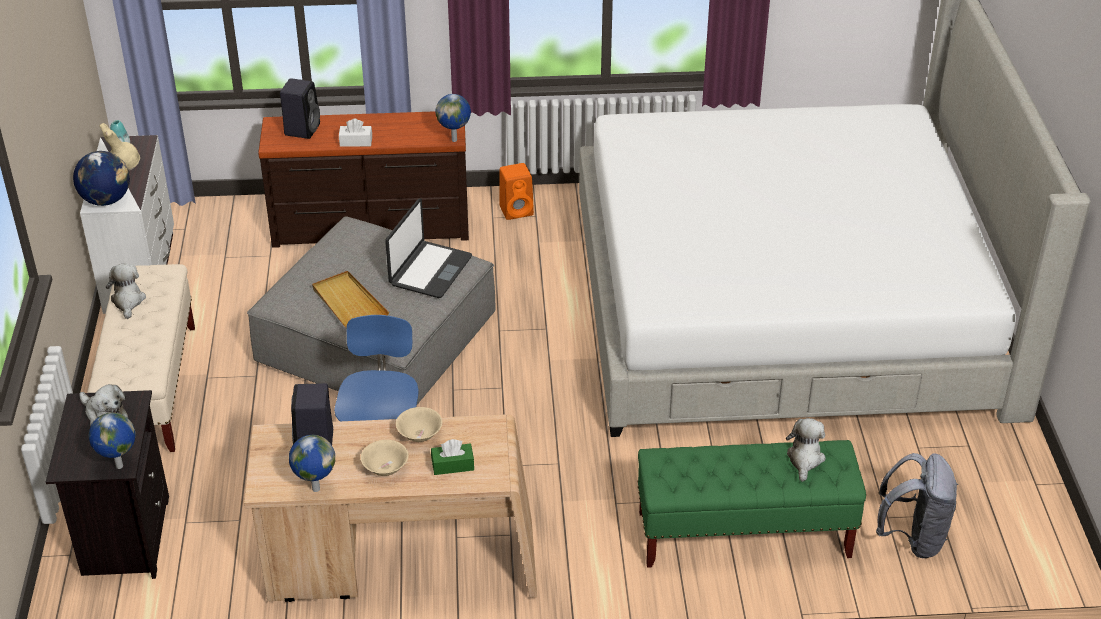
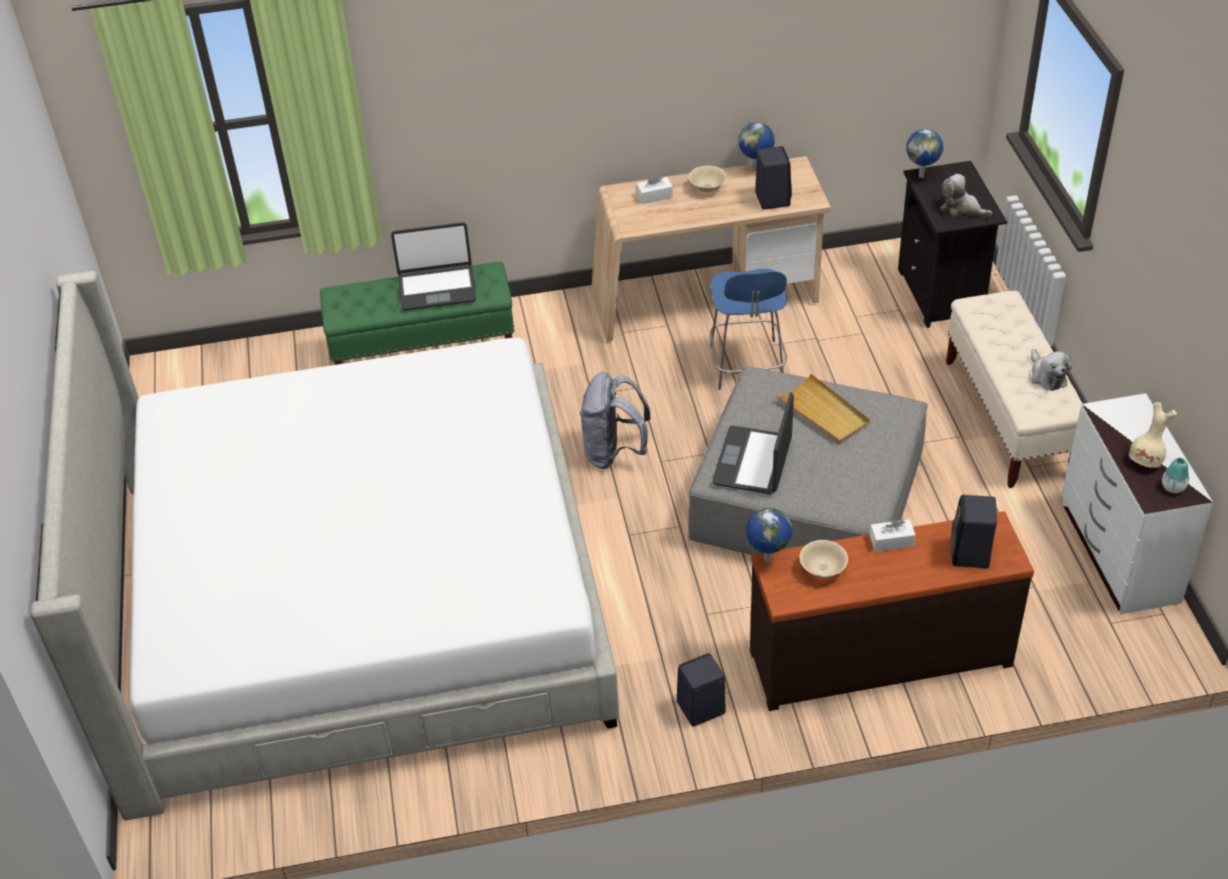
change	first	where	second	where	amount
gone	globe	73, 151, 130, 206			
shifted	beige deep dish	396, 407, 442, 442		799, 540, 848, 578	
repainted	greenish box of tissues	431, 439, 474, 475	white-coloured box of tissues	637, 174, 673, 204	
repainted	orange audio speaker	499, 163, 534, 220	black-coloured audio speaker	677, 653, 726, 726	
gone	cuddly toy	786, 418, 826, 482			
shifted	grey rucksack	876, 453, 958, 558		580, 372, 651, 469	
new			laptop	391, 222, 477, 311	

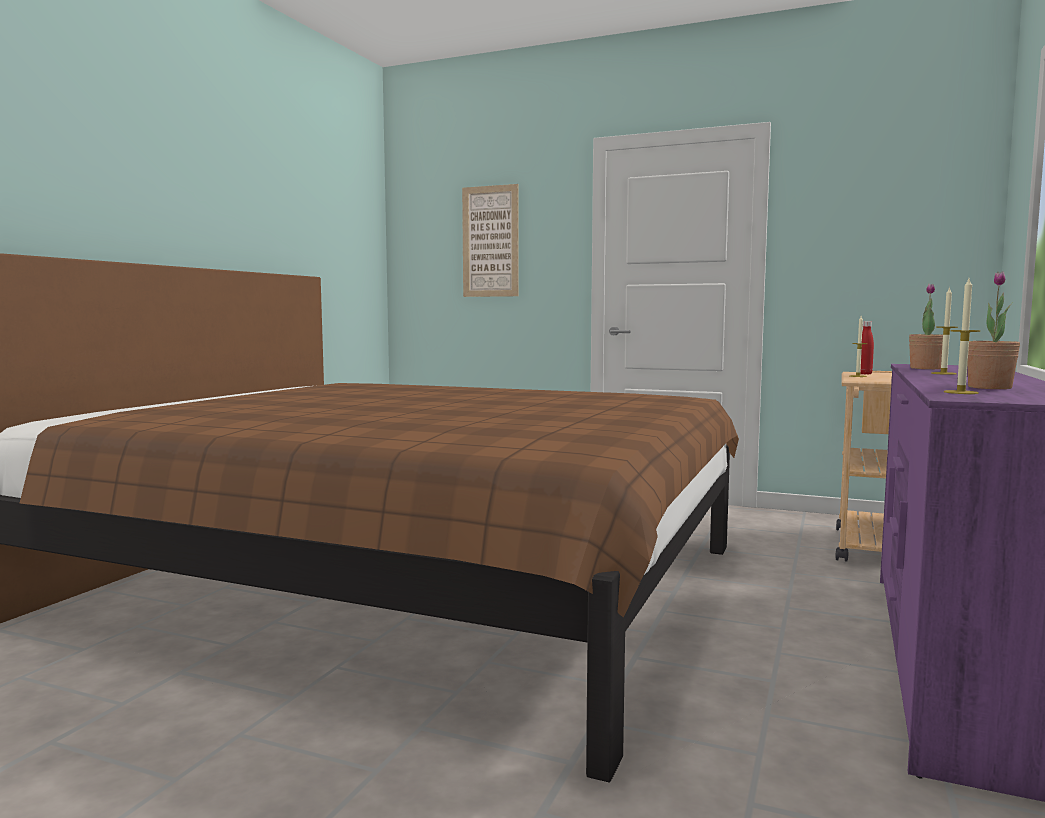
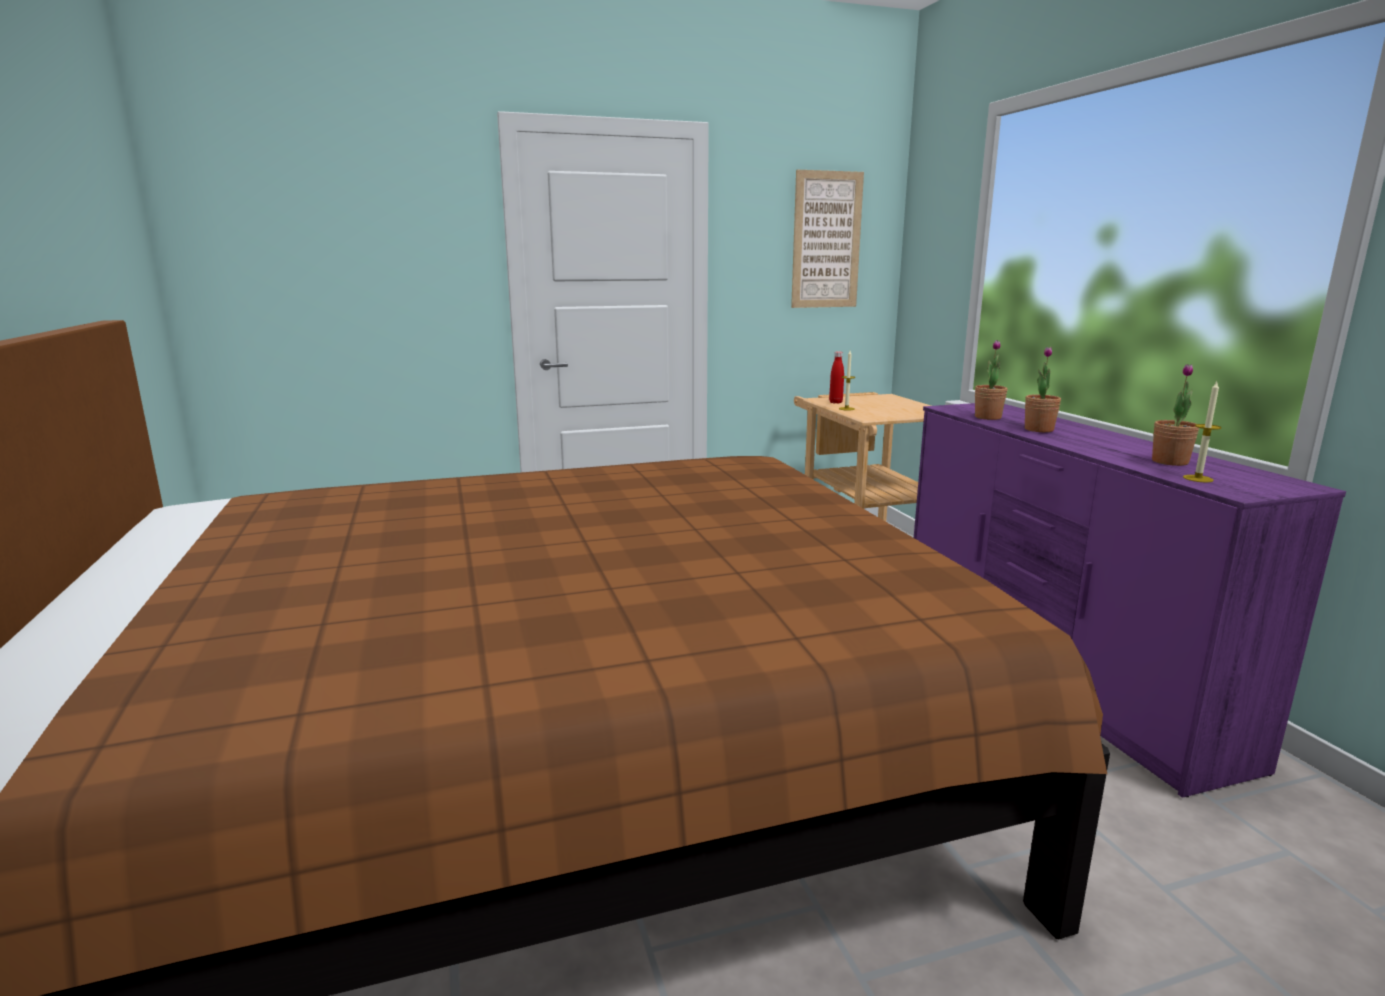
change	first	where	second	where	amount
shifted	wall picture	462, 184, 519, 297		791, 170, 864, 308	
swapped	wax candle	931, 287, 958, 375	plant in a pot	1025, 346, 1061, 432	

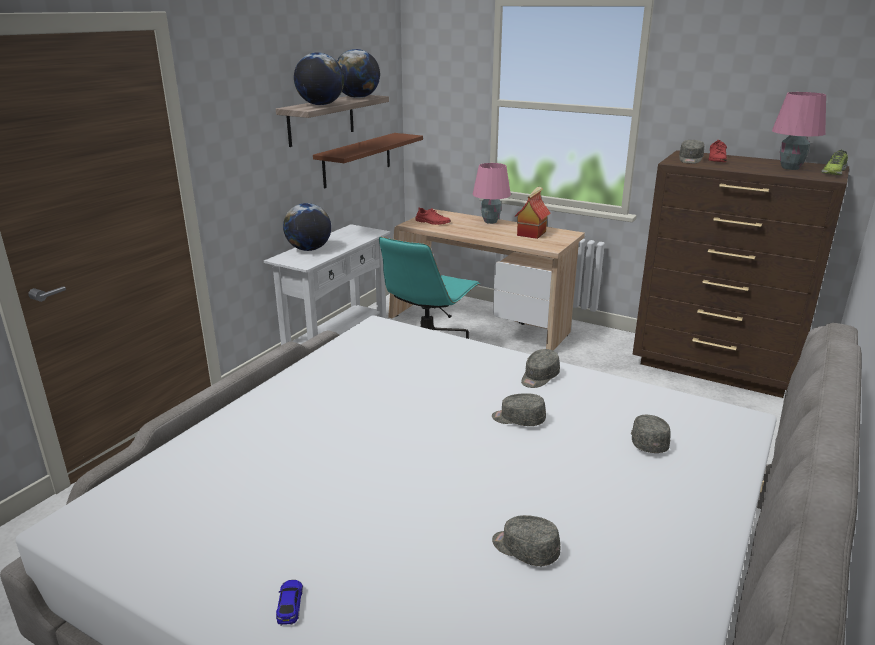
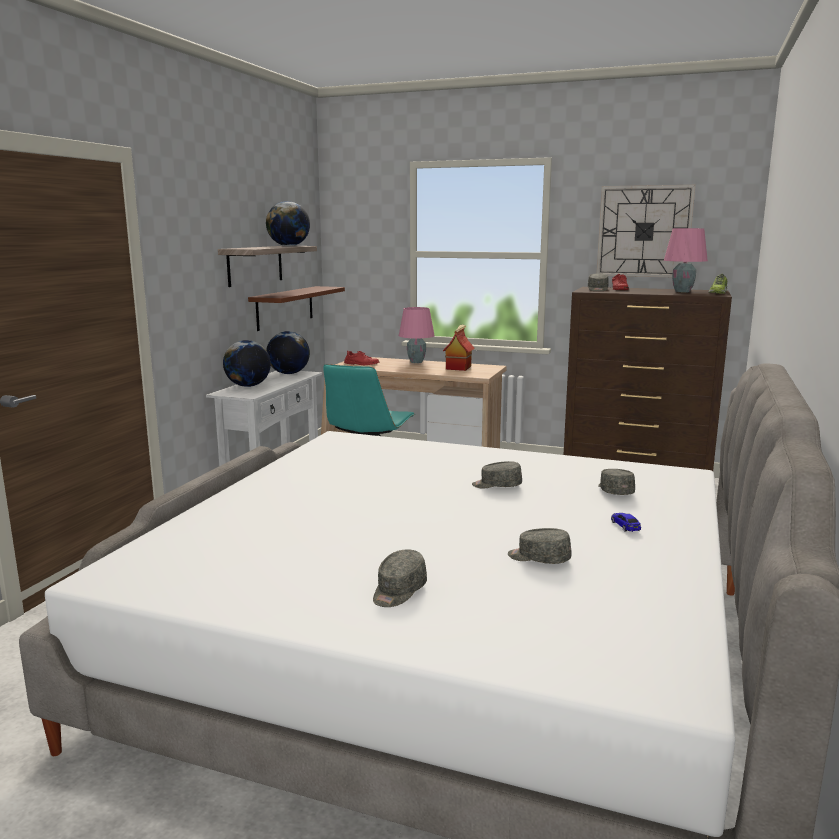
change	first	where	second	where	amount
shifted	miniature car	276, 580, 303, 626		611, 513, 641, 532	
shifted	globe	294, 52, 344, 105		266, 331, 310, 374	
shifted	grey peaked cap	521, 349, 560, 388		373, 549, 427, 607	
new			wall clock	597, 185, 696, 277	

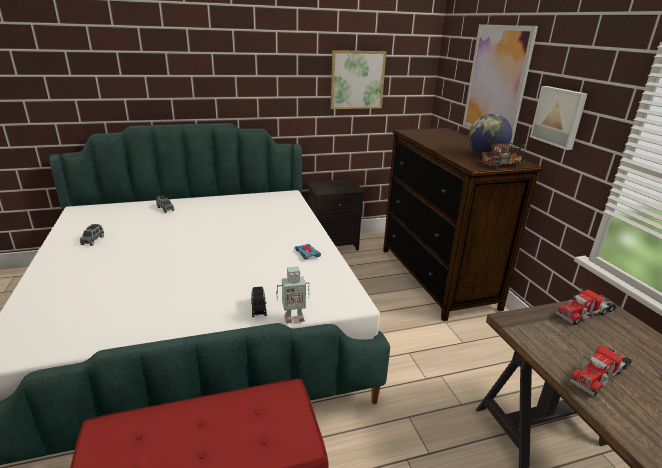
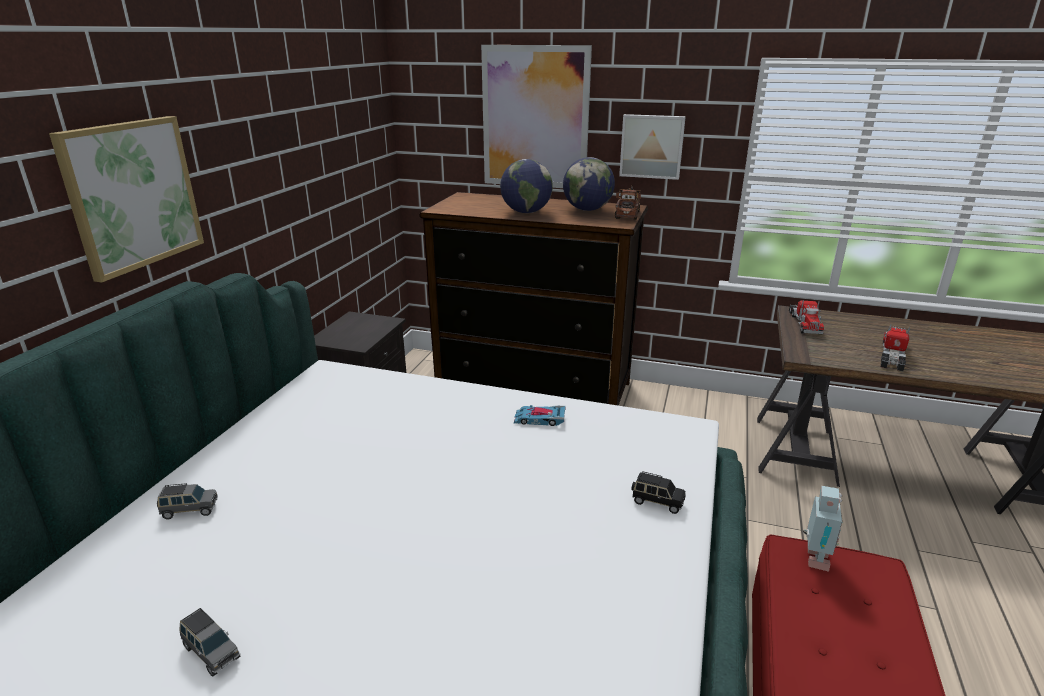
change	first	where	second	where	amount
shifted	robot figure	276, 267, 310, 324		803, 486, 843, 572	
shifted	wall picture	331, 50, 386, 109		49, 116, 204, 282	
rotated	toy lorry	570, 346, 632, 396		881, 324, 910, 371	150 degrees counterclockwise
new			globe	500, 159, 553, 213	

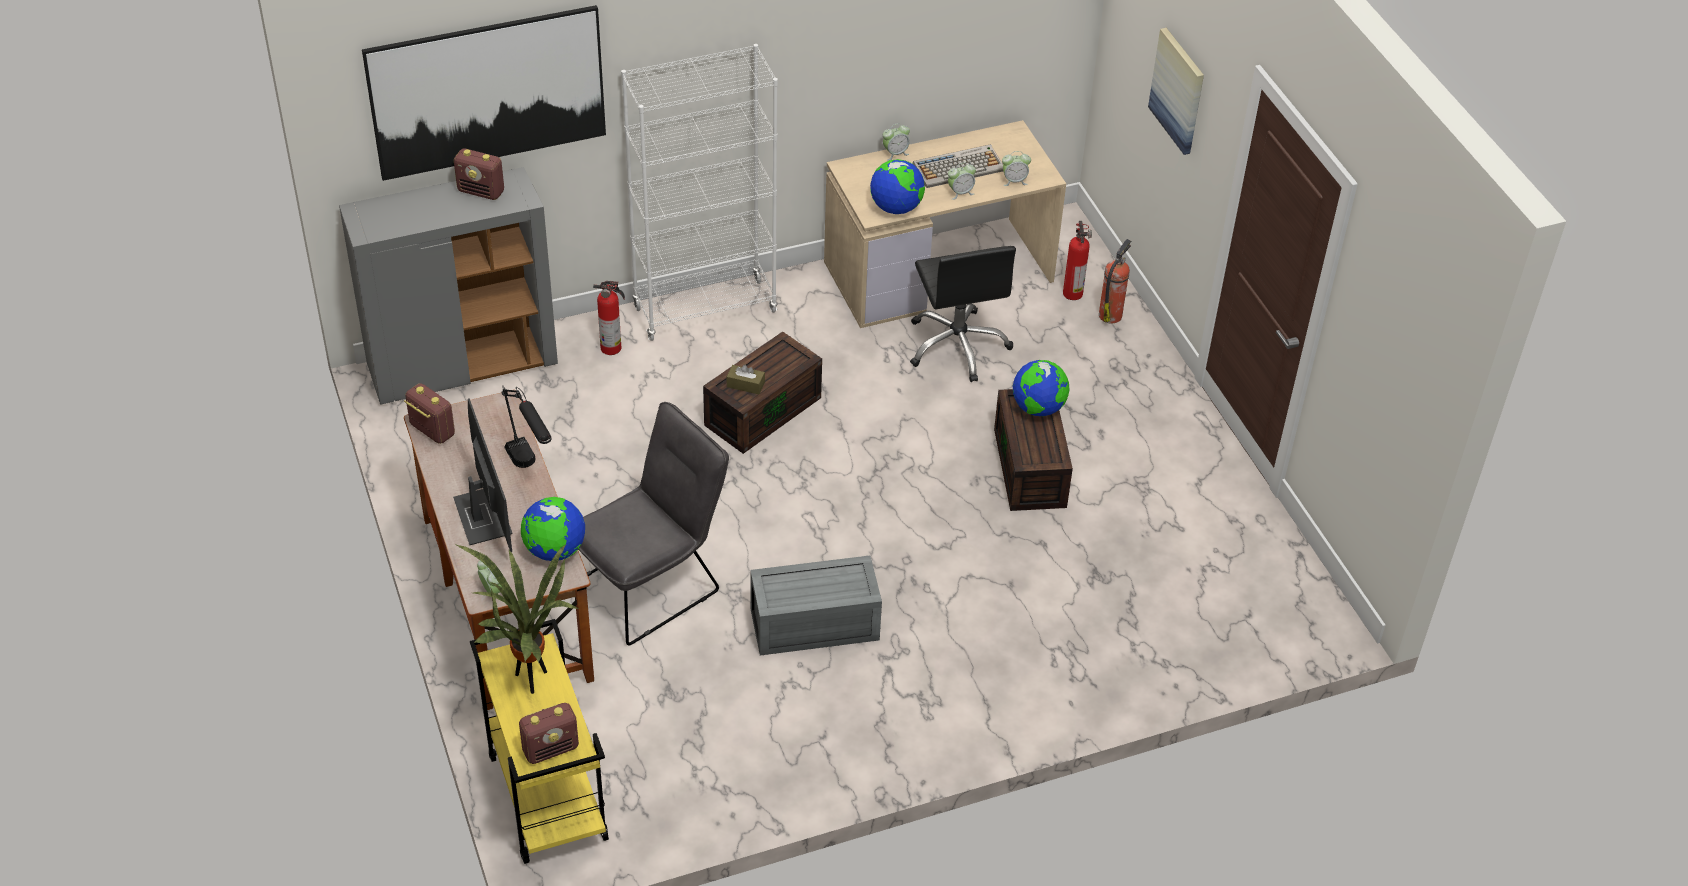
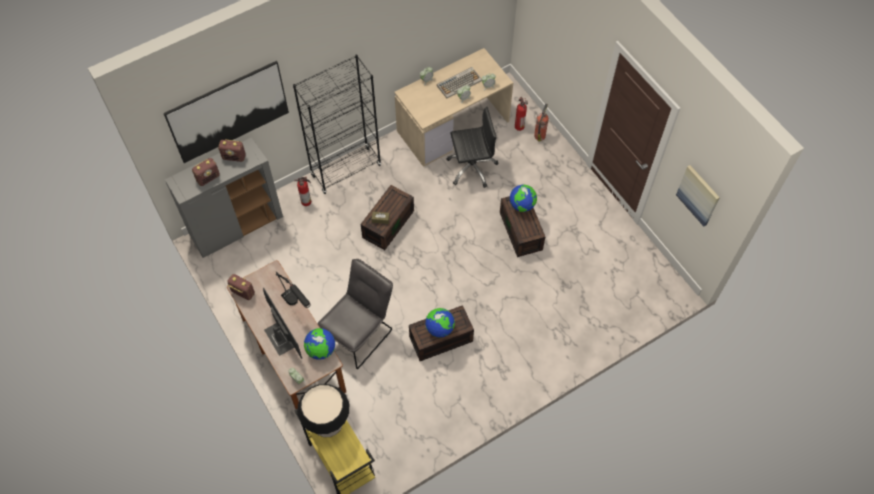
change	first	where	second	where	amount
swapped	plant in a pot	457, 545, 578, 694	table lamp	297, 384, 349, 437	
shifted	radio receiver	519, 703, 579, 764		192, 158, 220, 186	
repainted	white-coloured shelving unit	621, 44, 778, 341	black-coloured shelving unit	293, 54, 381, 194	
repainted	grey storage bin	750, 556, 882, 655	brownish storage bin	409, 305, 474, 361	
shifted	globe	870, 159, 925, 214		425, 308, 455, 338	
rotated	black-coloured computer chair	910, 246, 1016, 382		447, 107, 498, 188	75 degrees counterclockwise
shifted	wall picture	1148, 28, 1204, 155		676, 165, 720, 226	

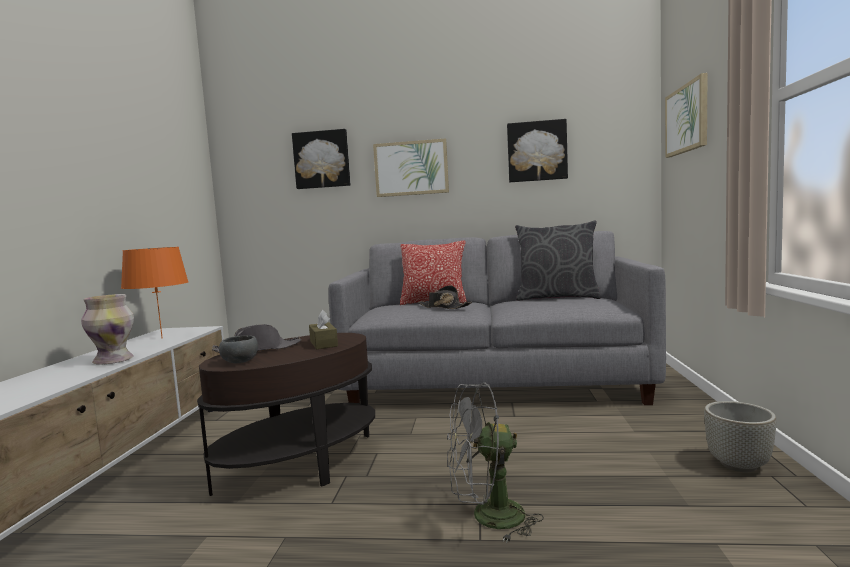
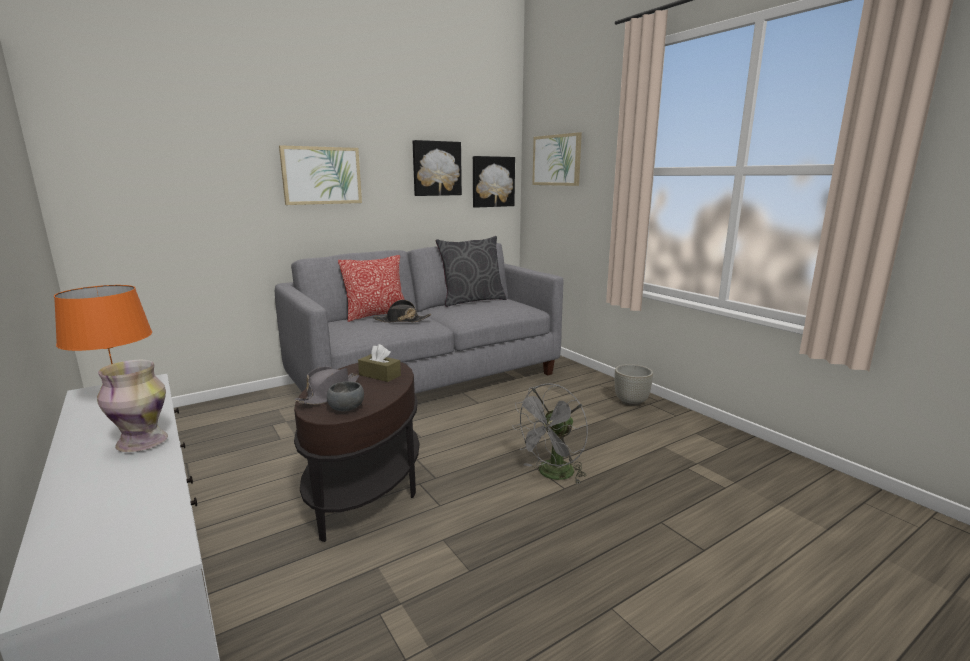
change	first	where	second	where	amount
shifted	wall picture	292, 129, 351, 189		473, 156, 515, 208	

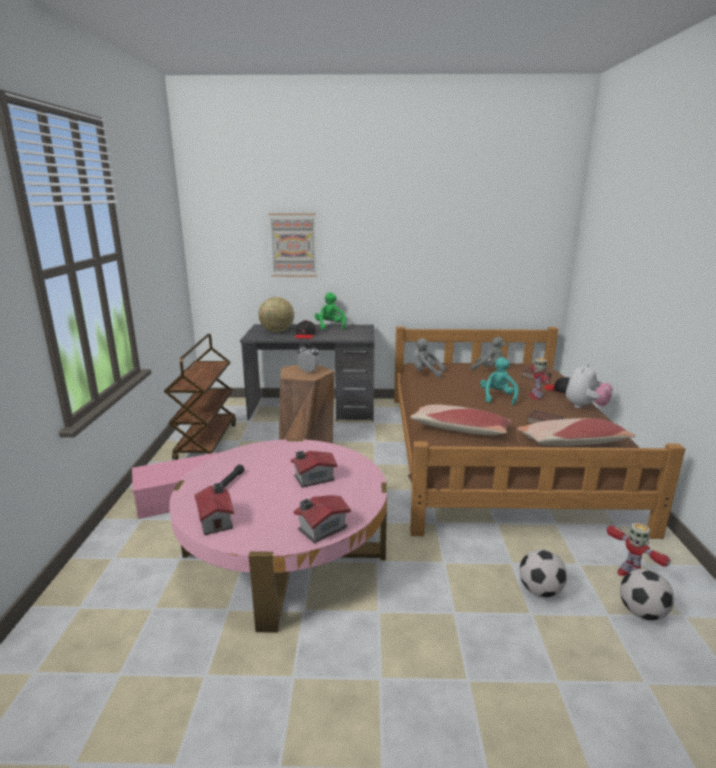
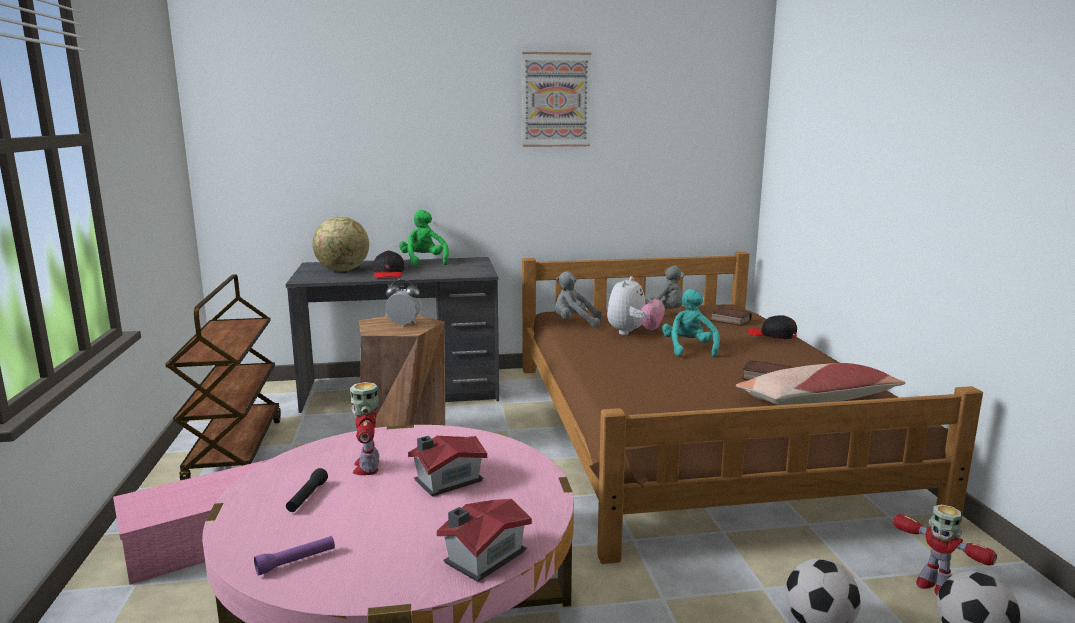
change	first	where	second	where	amount
swapped	model house	194, 482, 234, 535	purple torch	254, 536, 335, 576	
shifted	wall picture	268, 214, 317, 277		522, 52, 591, 147	
gone	throw pillow	410, 404, 511, 435			
shifted	robot figure	529, 358, 550, 400		350, 382, 380, 475	
shifted	cuddly toy	566, 364, 613, 408		607, 276, 665, 335	

